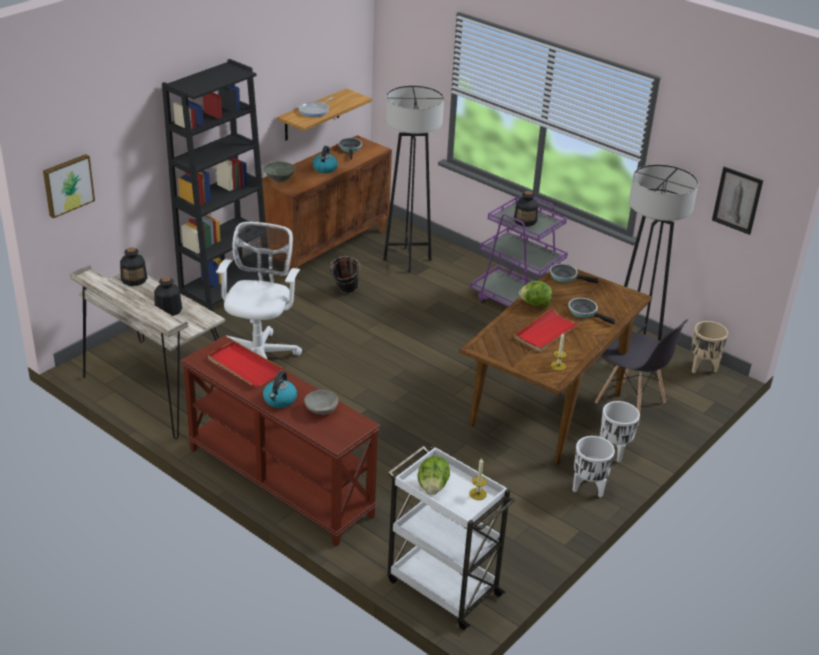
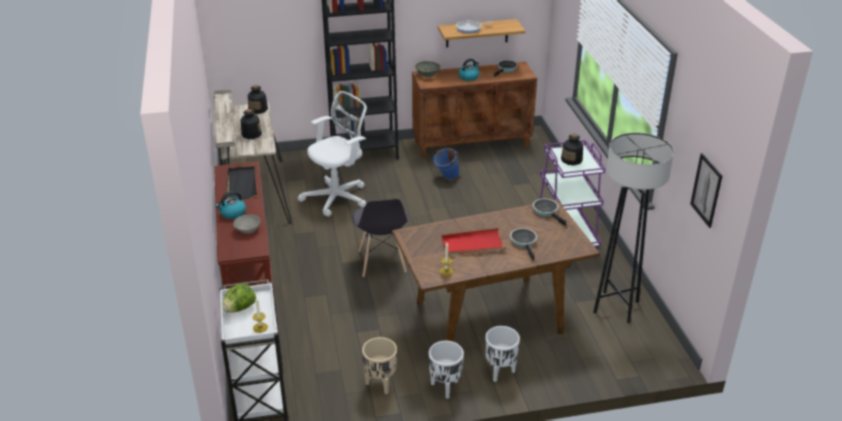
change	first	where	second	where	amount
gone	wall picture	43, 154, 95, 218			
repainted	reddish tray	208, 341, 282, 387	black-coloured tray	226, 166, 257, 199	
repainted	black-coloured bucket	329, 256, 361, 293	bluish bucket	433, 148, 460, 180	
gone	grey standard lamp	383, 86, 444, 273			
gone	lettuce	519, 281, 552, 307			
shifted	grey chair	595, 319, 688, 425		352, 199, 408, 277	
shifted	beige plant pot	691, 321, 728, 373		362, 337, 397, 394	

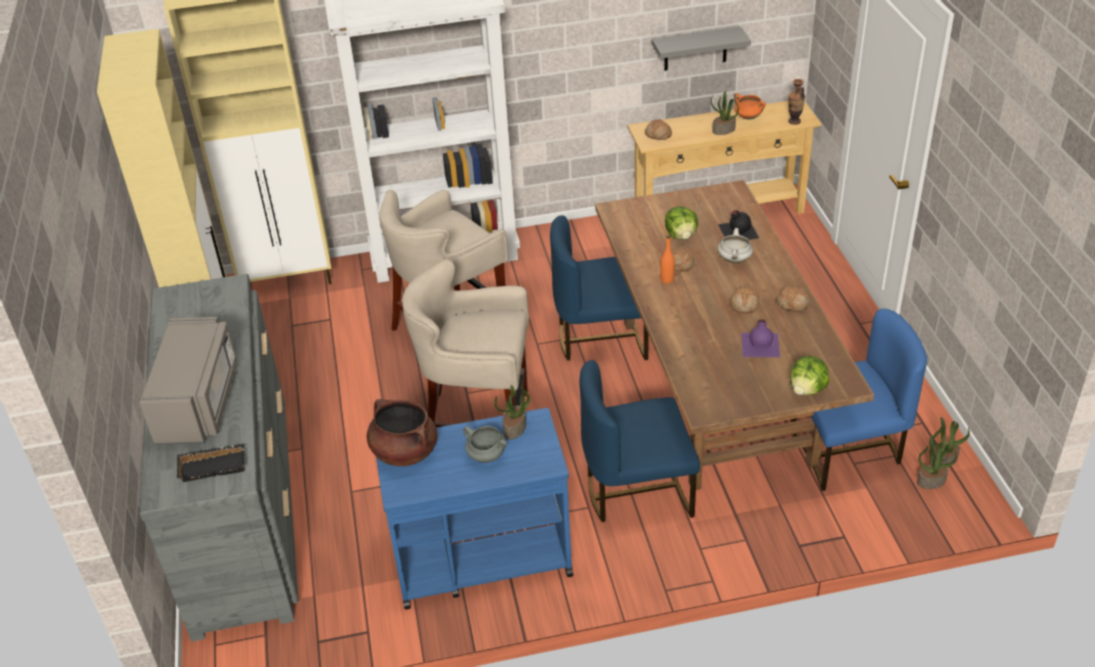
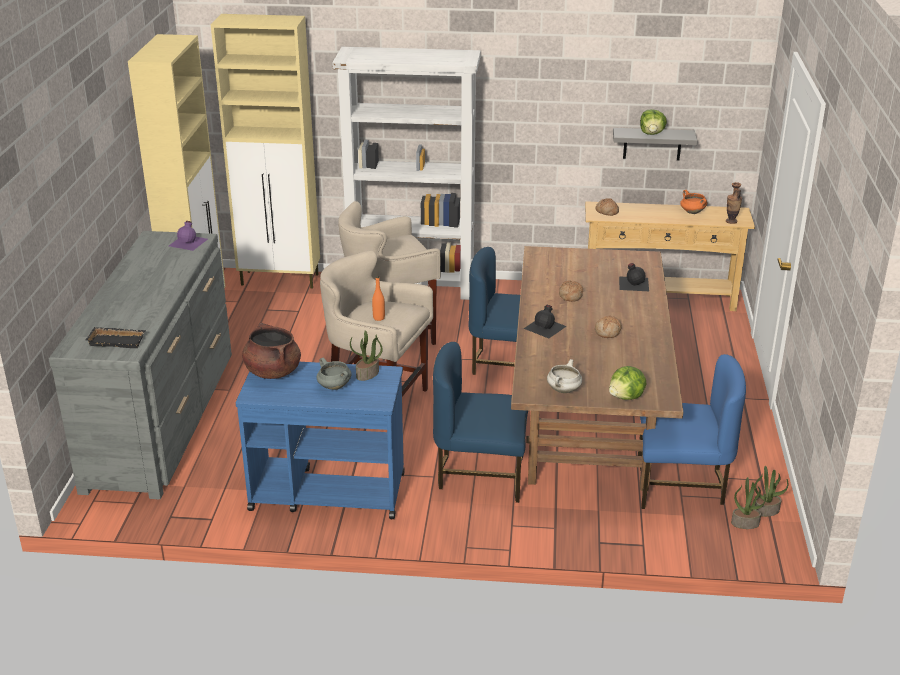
change	first	where	second	where	amount
gone	grey kitchen microwave	139, 317, 237, 445			
shifted	orange bottle	660, 236, 675, 284		372, 276, 385, 321	
shifted	lettuce	665, 206, 698, 240		640, 109, 667, 135	
gone	plant in a pot	711, 91, 739, 135			
shifted	white-coloured saucepot	718, 228, 753, 263		547, 359, 582, 393	
shifted	purple bottle	741, 319, 780, 357		169, 221, 208, 251	
gone	bakery bread	776, 286, 810, 312			
new			black-coloured bottle	523, 305, 567, 338	

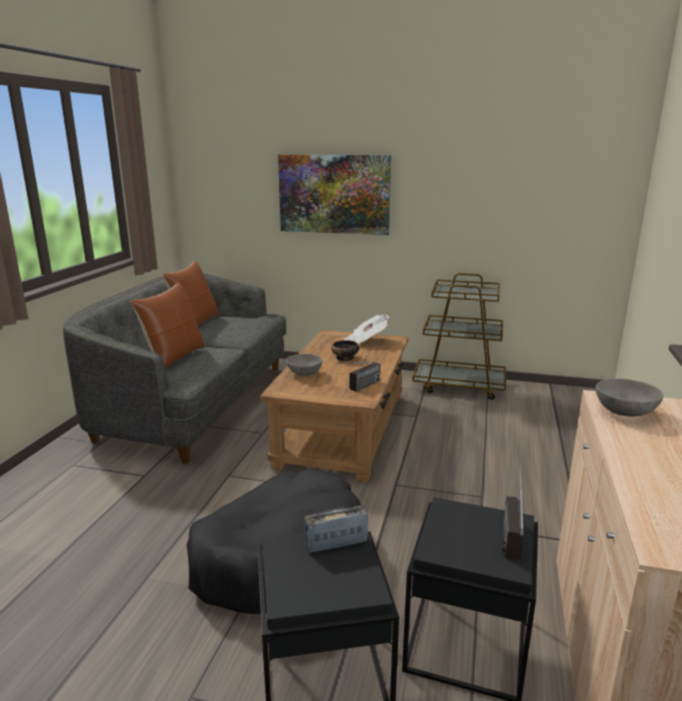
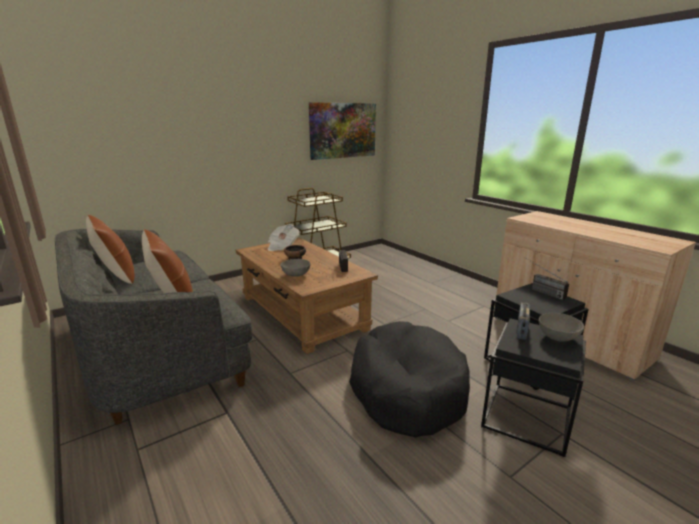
change	first	where	second	where	amount
shifted	wall picture	278, 154, 391, 235		309, 102, 376, 160	
shifted	grey deep dish	595, 379, 663, 416		539, 313, 584, 342	

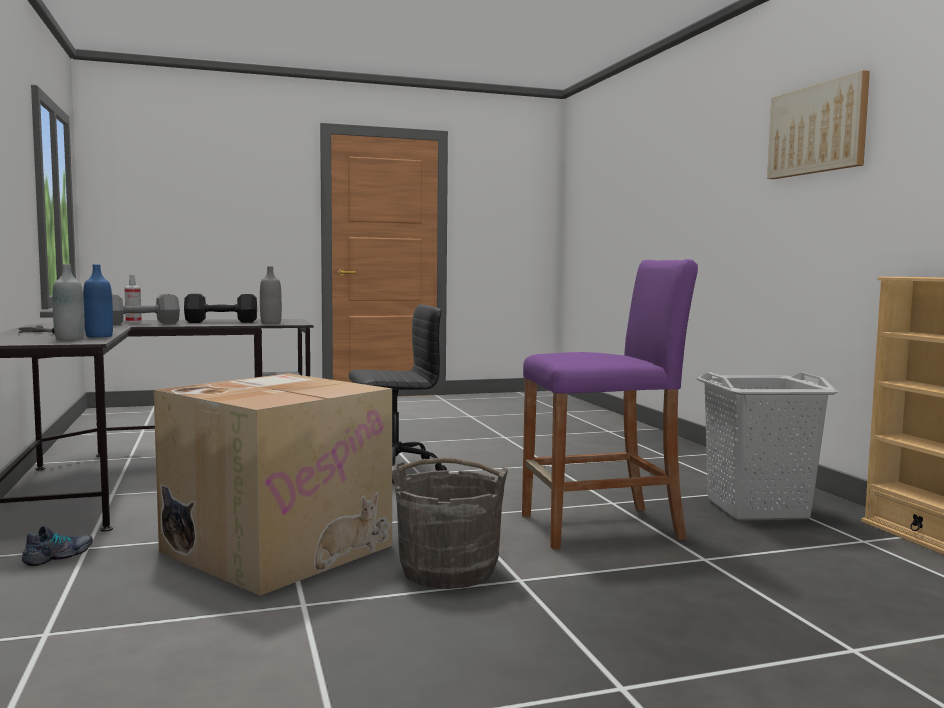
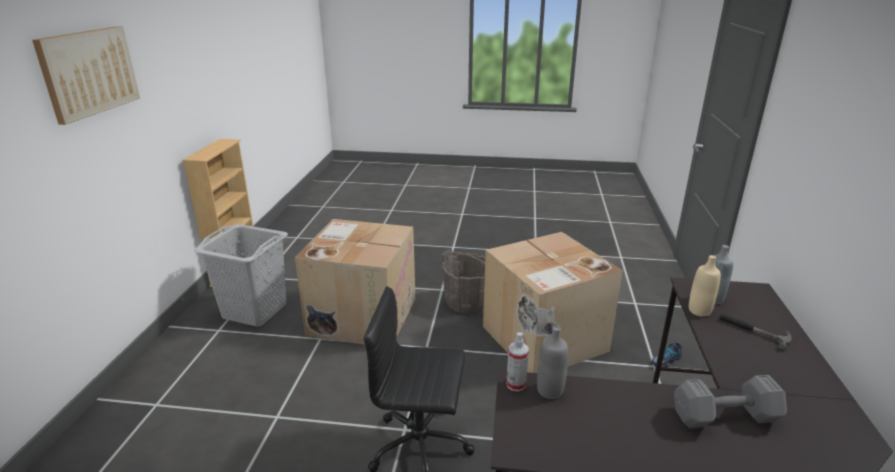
change	first	where	second	where	amount
repainted	bluish bottle	83, 264, 113, 338	beige bottle	689, 255, 721, 317	
shifted	spray bottle	124, 274, 142, 323		506, 332, 529, 392	
gone	black-coloured dumbbell	184, 294, 257, 323			
swapped	purple sitting stool	522, 259, 698, 550	cardboard box	295, 219, 416, 345	

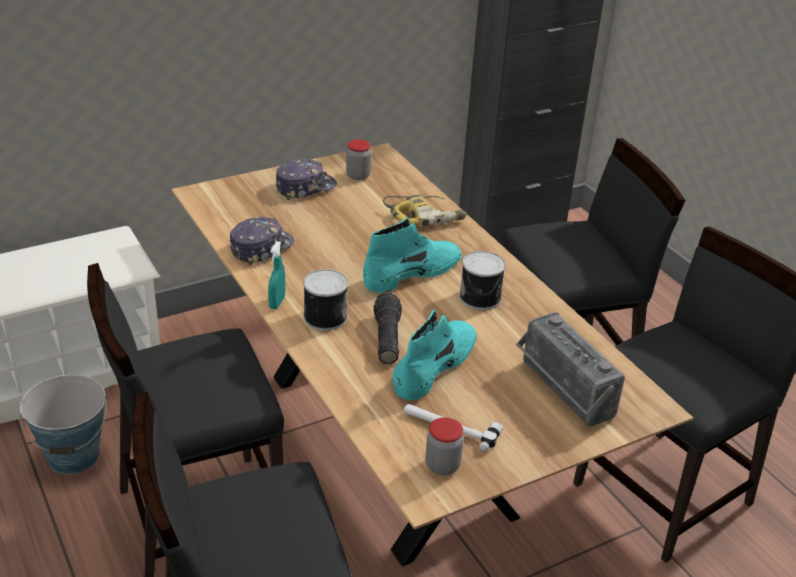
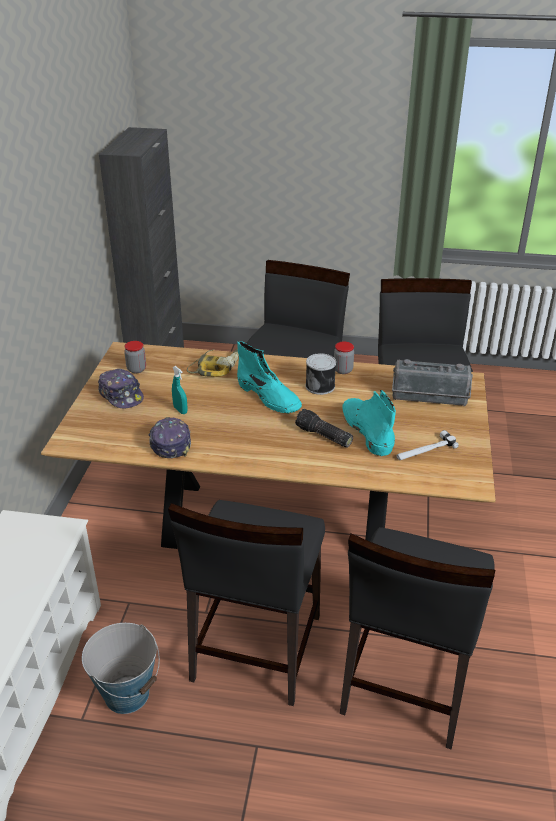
change	first	where	second	where	amount
shifted	turquoise spray bottle	268, 241, 285, 309		172, 366, 188, 414	
rotated	peaked cap	276, 159, 337, 200		98, 369, 144, 409	135 degrees clockwise
gone	metal can	304, 269, 348, 331			
rotated	turquoise boot	363, 217, 462, 293		237, 341, 302, 413	135 degrees clockwise
shifted	jar	425, 417, 464, 475		334, 342, 354, 374	

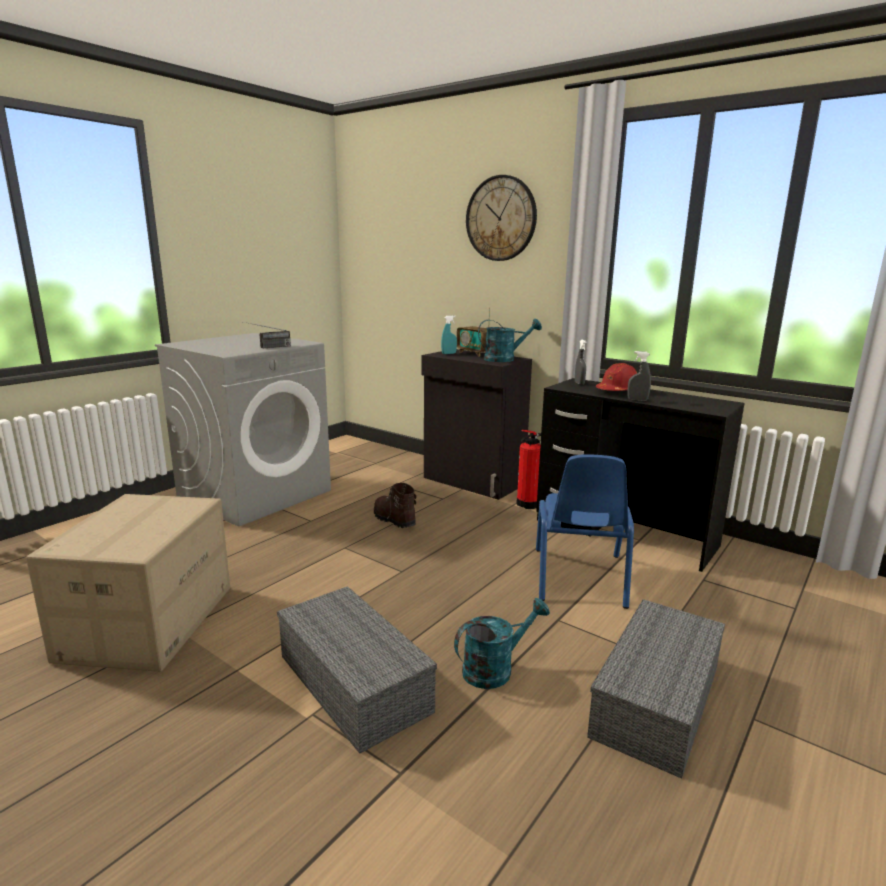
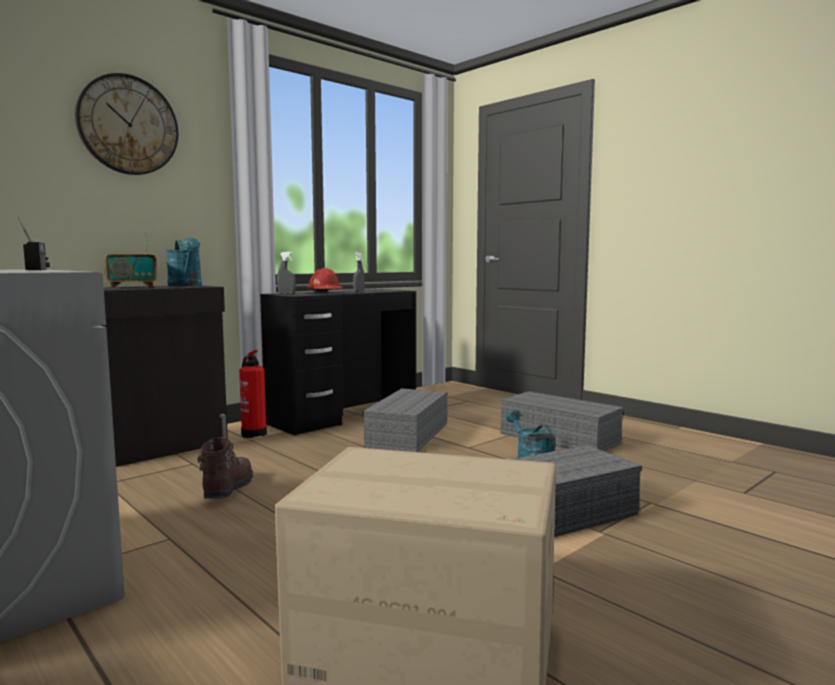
change	first	where	second	where	amount
rotated	brownish boot	374, 483, 416, 528		197, 437, 253, 499	120 degrees clockwise
gone	turquoise spray bottle	441, 315, 457, 354			
rotated	turquoise watering can	478, 319, 542, 362		166, 238, 202, 286	150 degrees clockwise
swapped	bluish chair	536, 454, 634, 609	grey storage bin	363, 389, 448, 452	

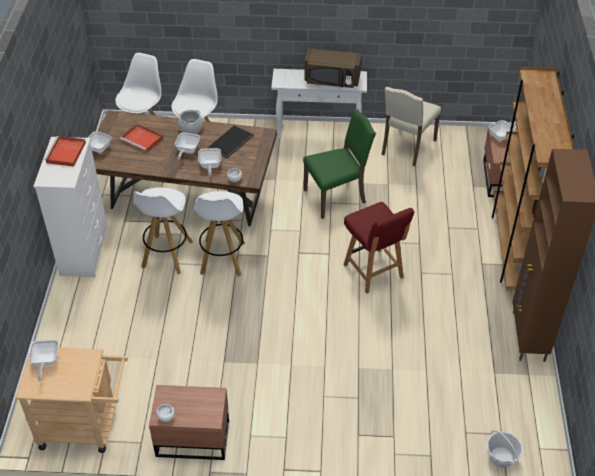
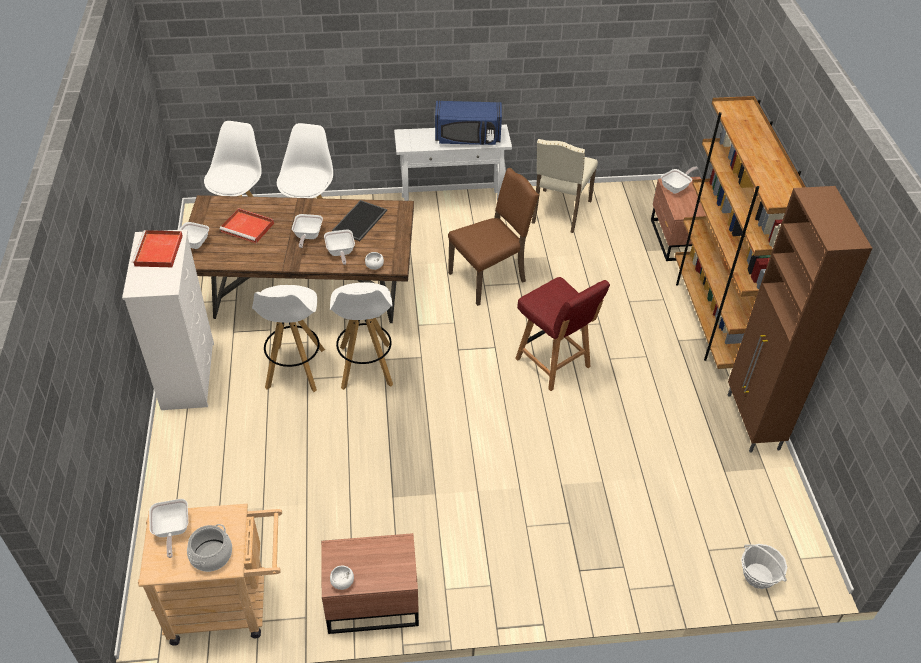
change	first	where	second	where	amount
shifted	saucepot	178, 110, 203, 134		187, 524, 232, 572	
repainted	greenish chair	303, 109, 376, 219	brownish chair	448, 168, 539, 306	
repainted	brownish kitchen microwave	304, 48, 361, 88	bluish kitchen microwave	435, 101, 502, 145	

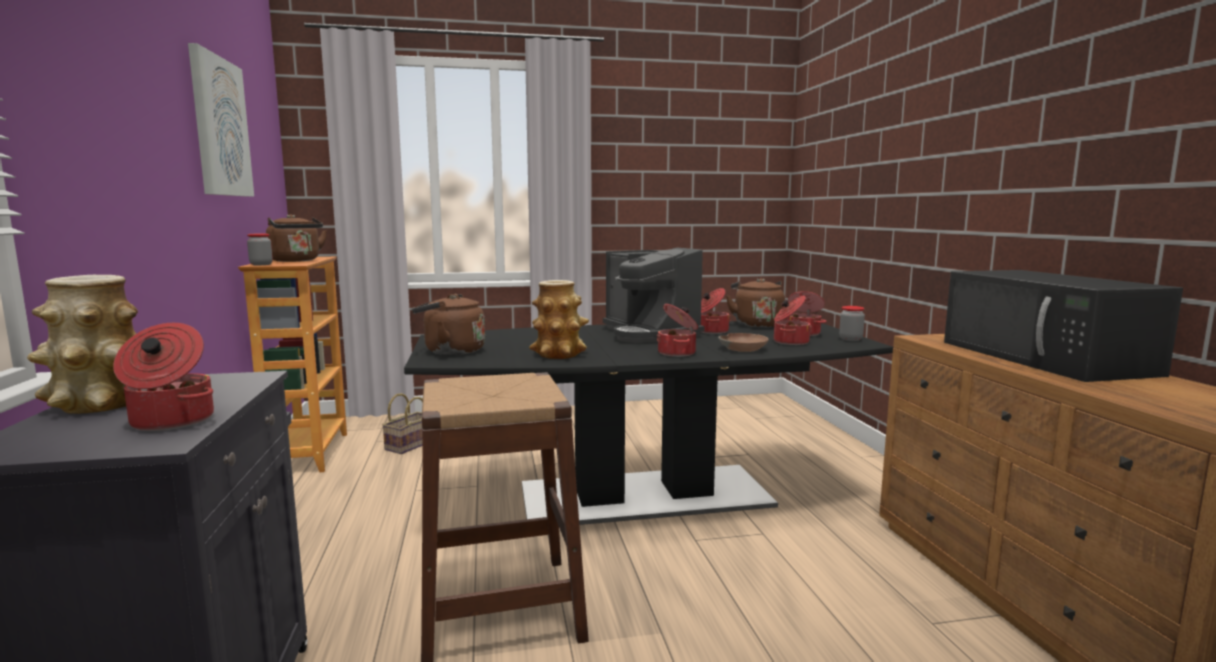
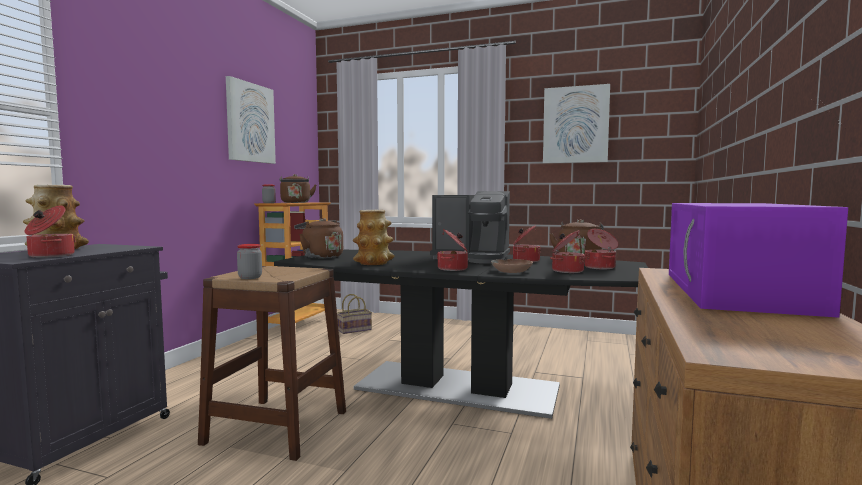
change	first	where	second	where	amount
rotated	coffee maker	603, 248, 705, 343		430, 191, 510, 264	75 degrees counterclockwise
shifted	jar	839, 306, 865, 341		237, 244, 262, 279	
repainted	black-coloured kitchen microwave	944, 270, 1183, 382	purple kitchen microwave	669, 203, 848, 318	
new			wall picture	543, 84, 610, 163	

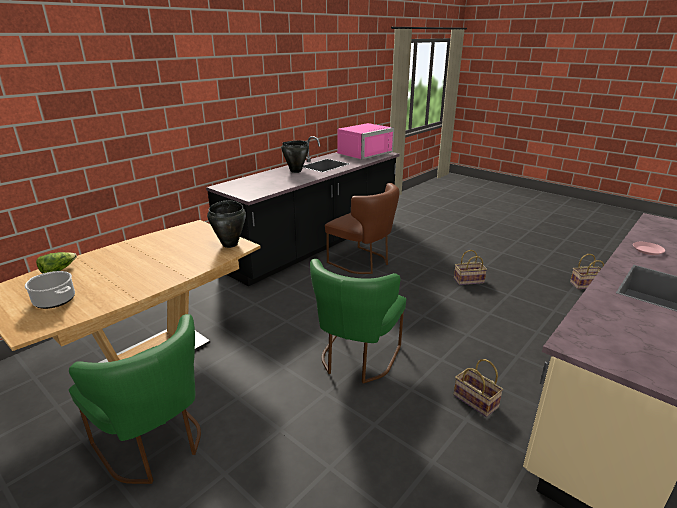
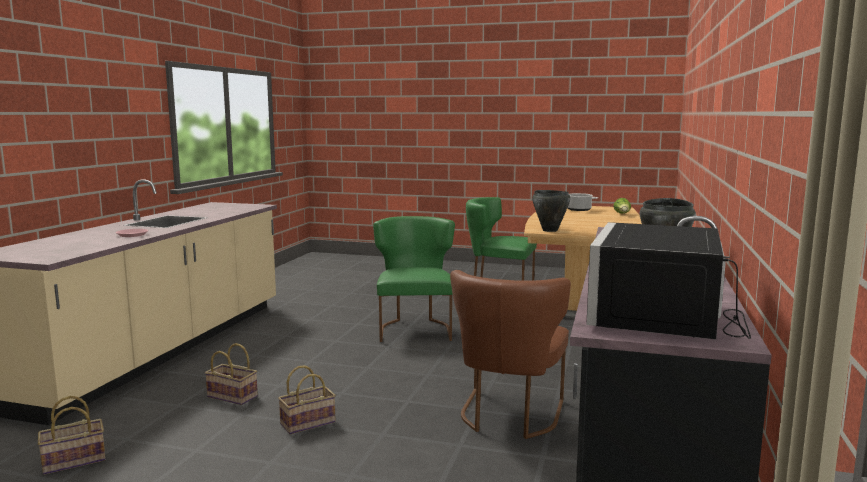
change	first	where	second	where	amount
rotated	brownish chair	325, 183, 400, 274		450, 270, 571, 439	90 degrees counterclockwise
repainted	pinkish kitchen microwave	337, 123, 394, 160	black-coloured kitchen microwave	586, 222, 751, 340	
shifted	storage basket	453, 359, 503, 417		205, 343, 258, 405	

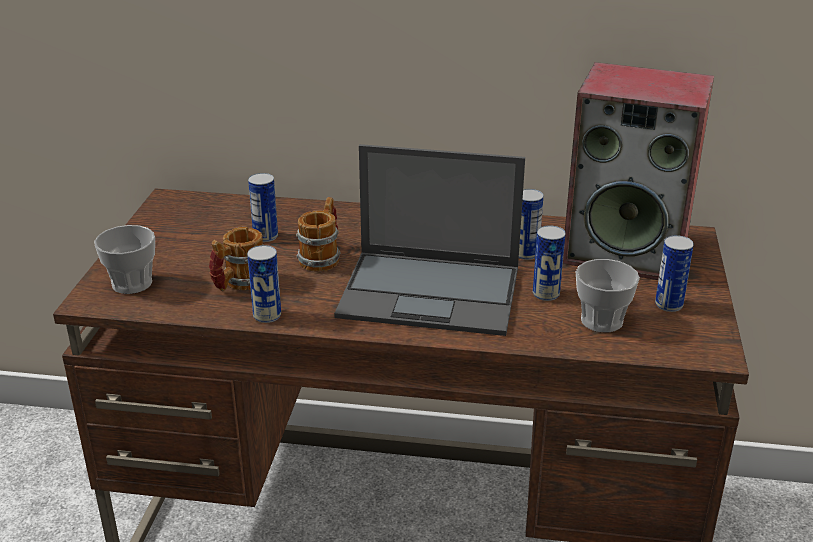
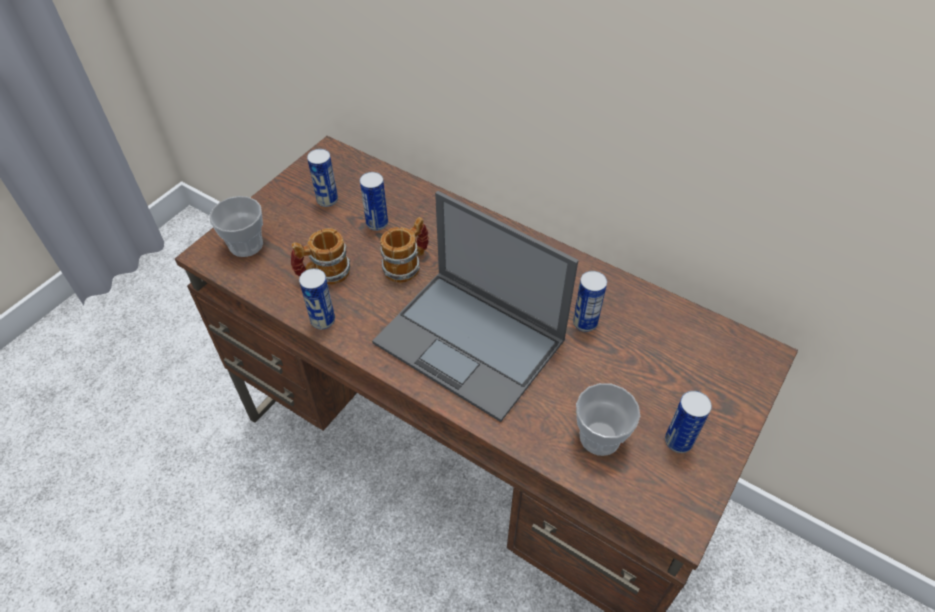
change	first	where	second	where	amount
shifted	metal can	533, 225, 566, 301		307, 149, 338, 207	
gone	audio speaker	563, 62, 714, 280			

